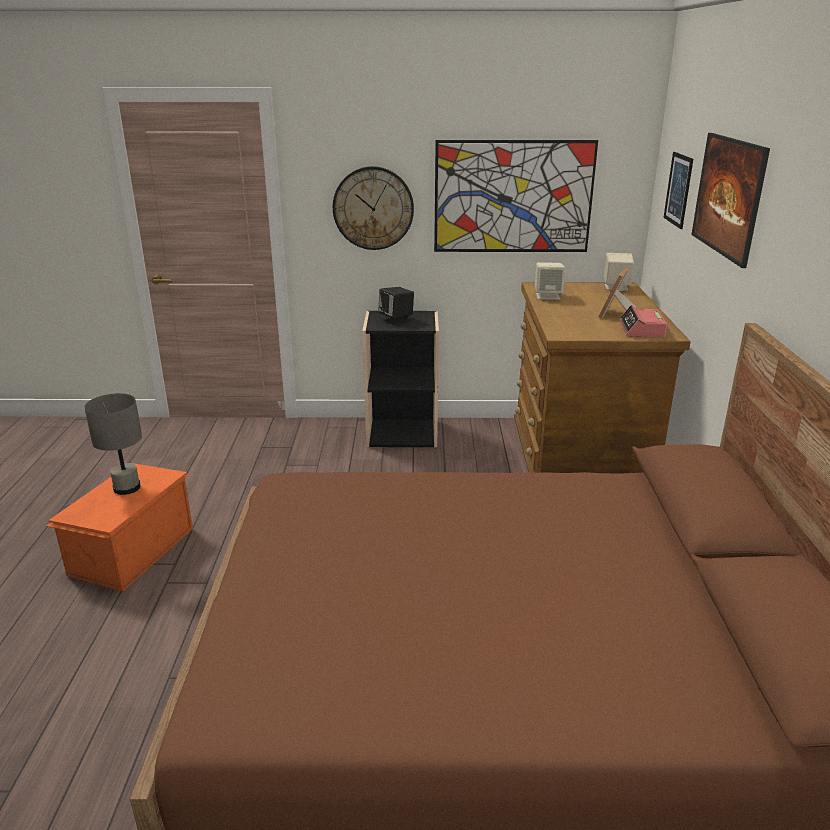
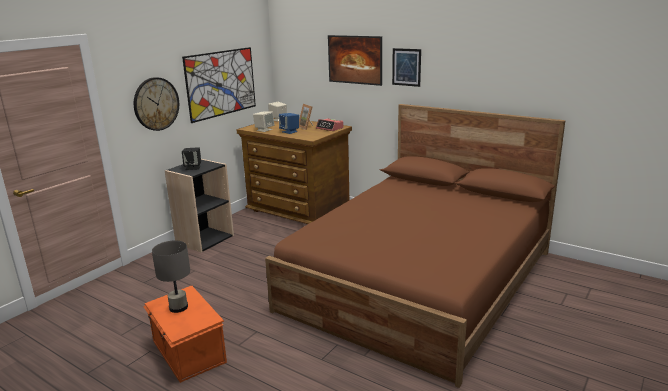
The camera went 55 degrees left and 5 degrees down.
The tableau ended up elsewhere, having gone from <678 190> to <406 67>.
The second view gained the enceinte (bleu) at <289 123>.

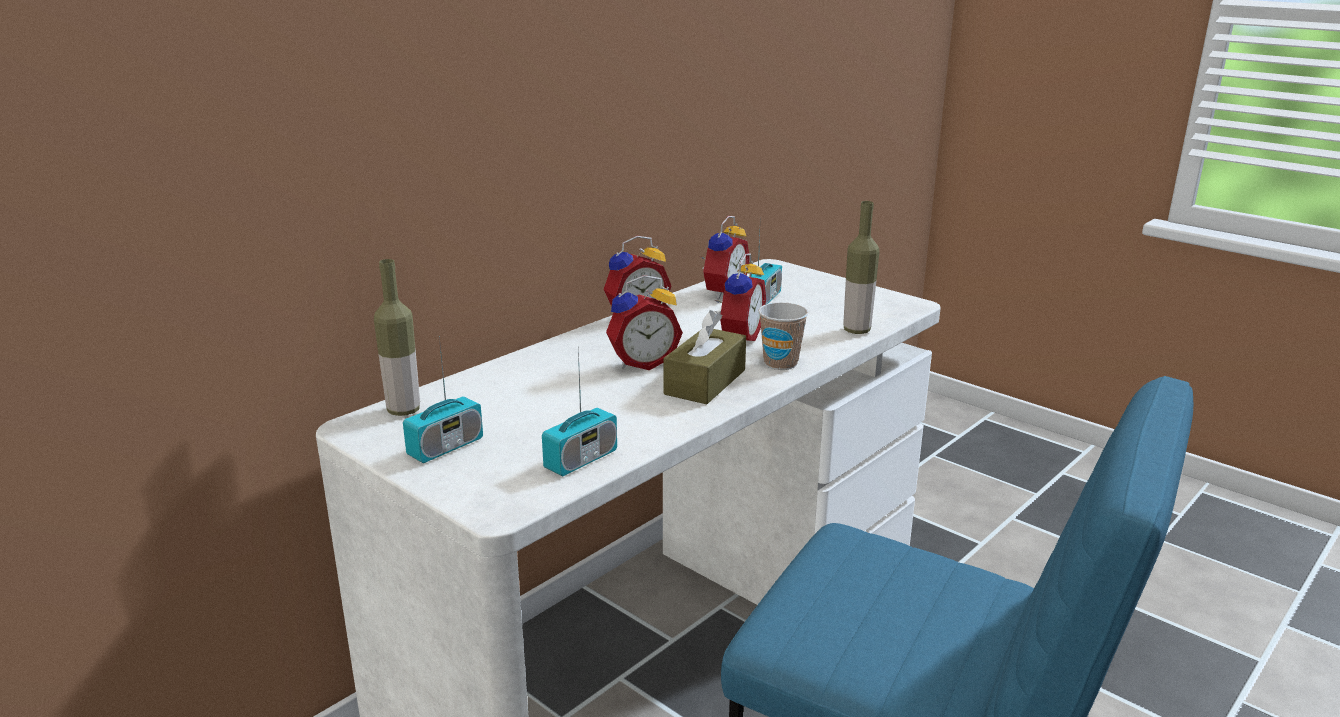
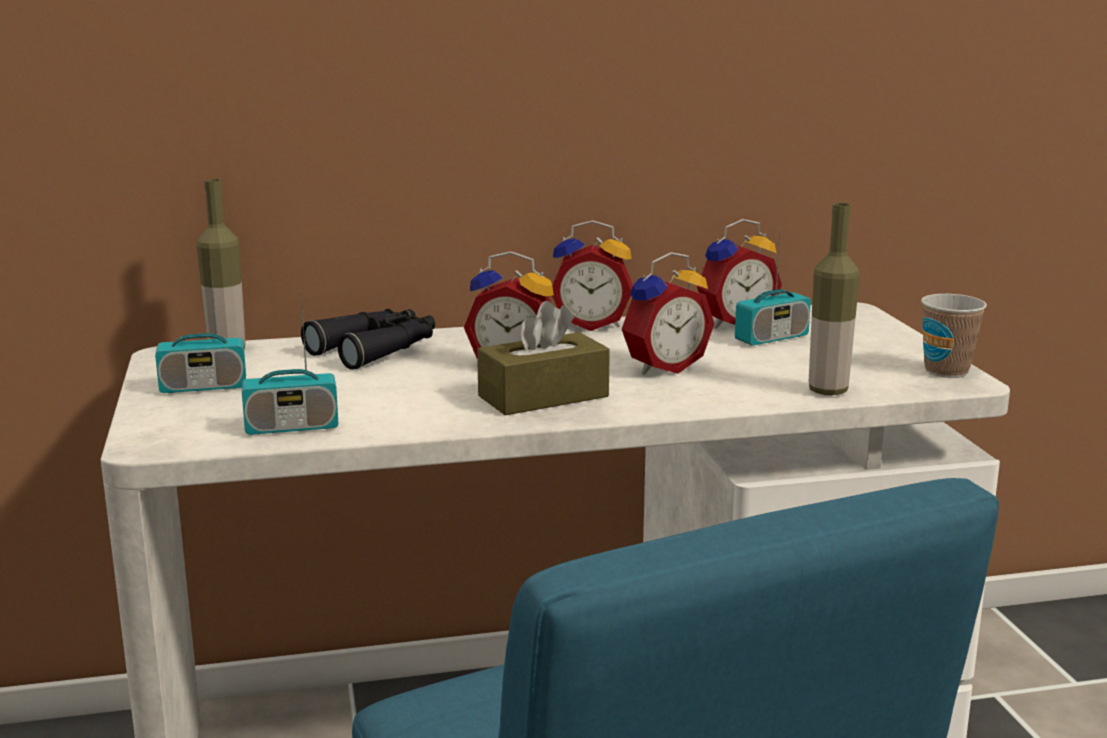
The camera went 35 degrees right and 5 degrees down.
The tasse ended up elsewhere, having gone from <783 336> to <954 336>.
The second view gained the jumelles (noir) at <368 339>.

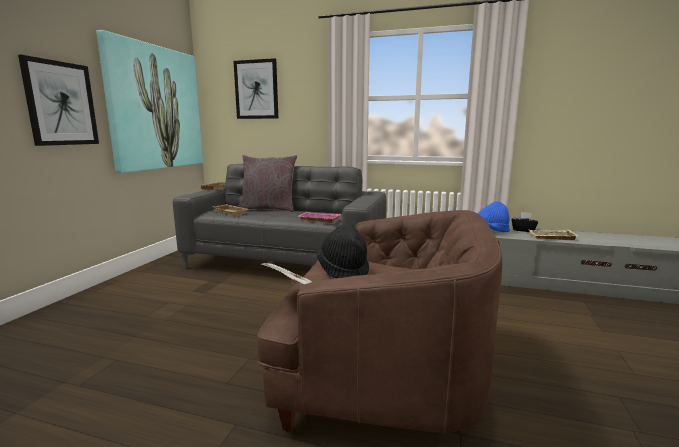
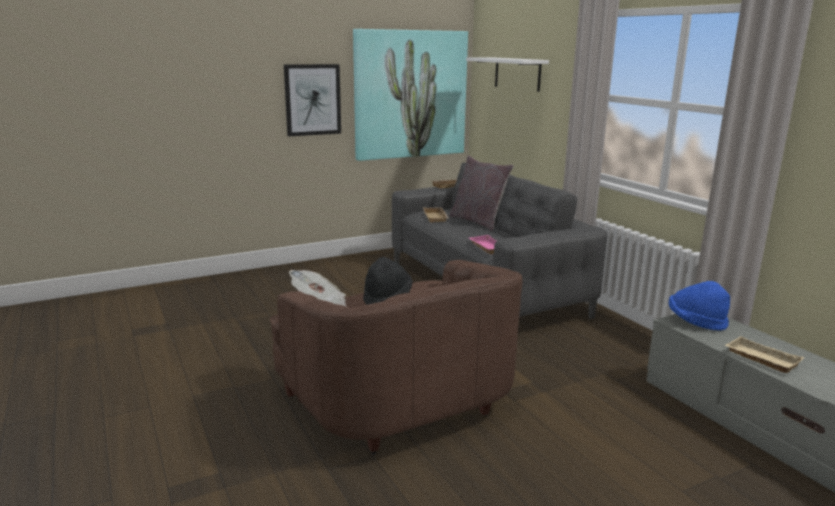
The camera went 45 degrees right and 5 degrees up.
Where the tableau hung at <255 88>, the étagère (blanc) came to hang at <507 74>.
The second view lost the boîte à mouchoirs (noir) at <525 222>.

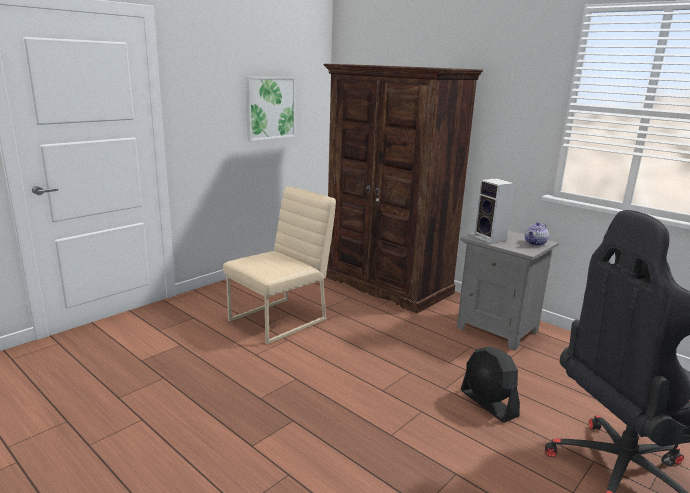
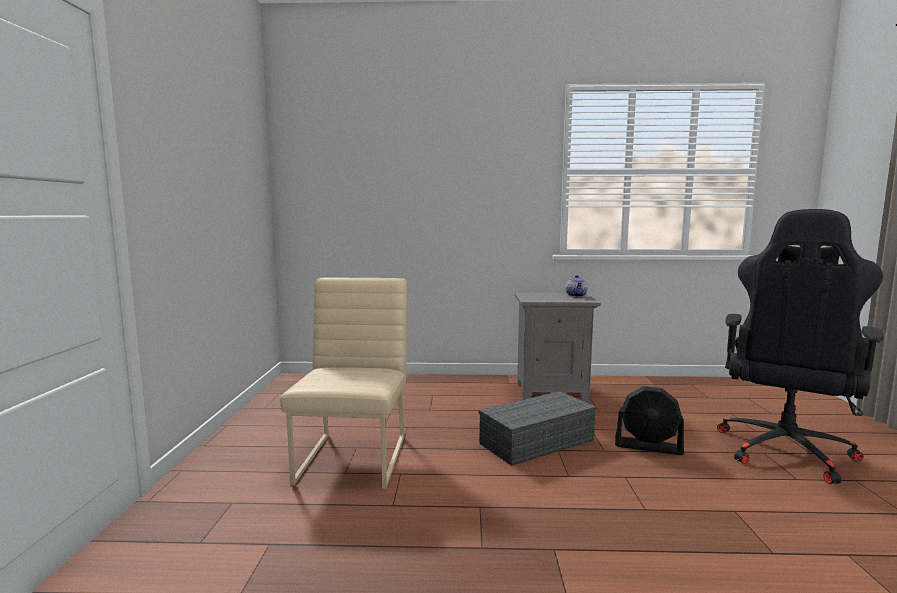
The camera went 40 degrees left and 10 degrees down.
The second view lost the armoire (marron) at <403 188>.
The second view lost the tableau at <271 109>.
The second view lost the enceinte at <494 211>.
The second view gained the boîte de rangement (gris) at <538 428>.

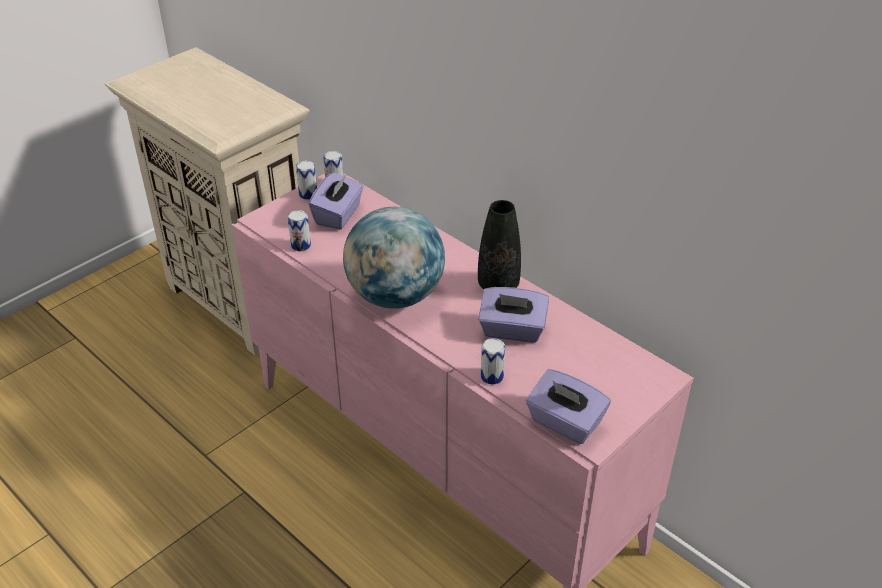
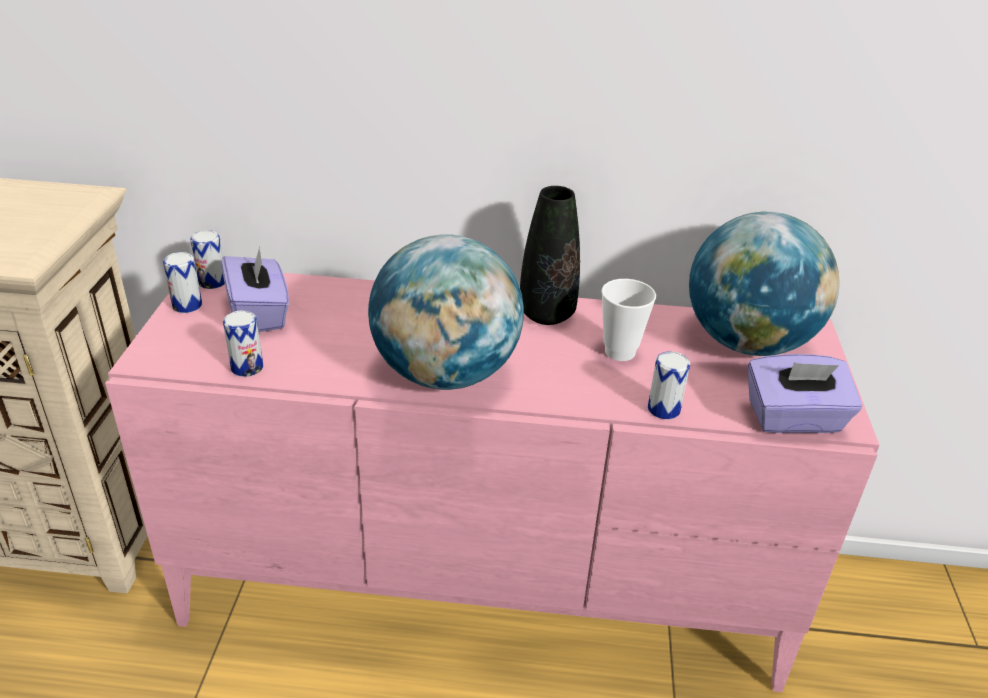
The camera went 40 degrees left and 5 degrees down.
Where the boîte à mouchoirs (violet) stood at <513 314>, the tasse came to stand at <628 320>.
The second view gained the globe at <764 284>.

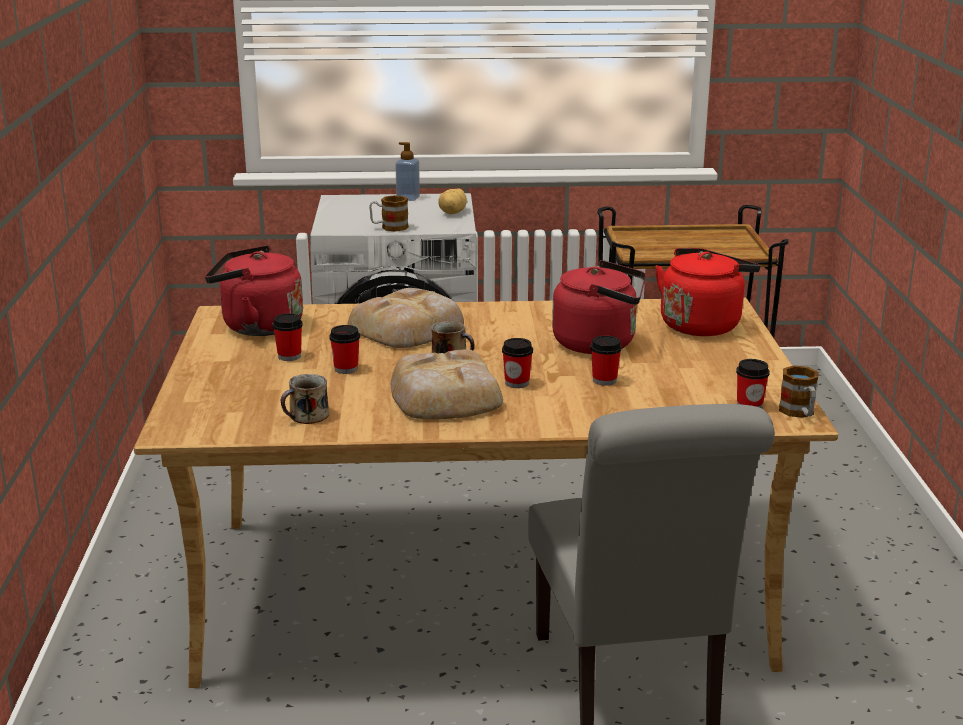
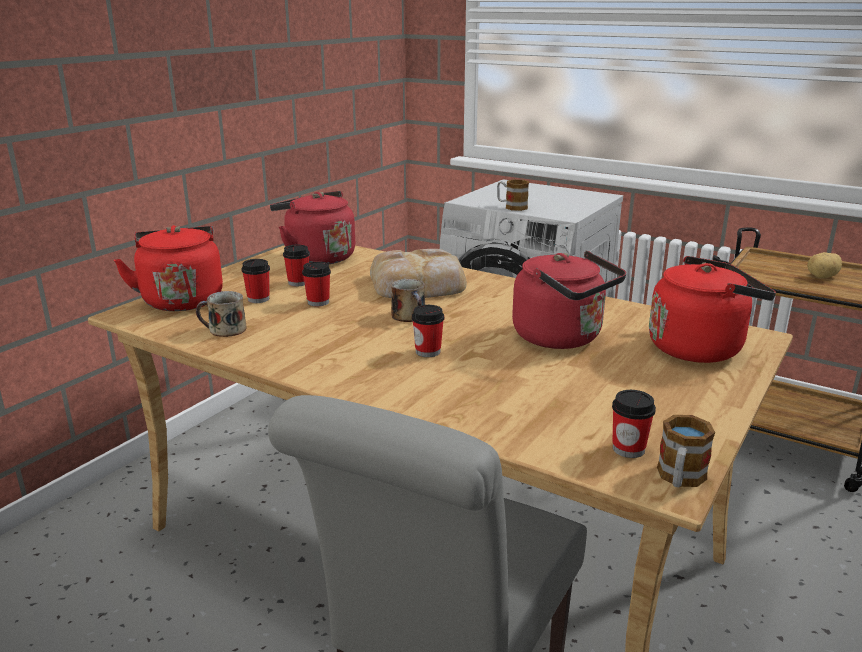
The camera went 35 degrees right and 0 degrees up.
The second view lost the distributeur de savon at <407 171>.
The pomme de terre ended up elsewhere, having gone from <452 201> to <824 265>.
The tasse ended up elsewhere, having gone from <606 360> to <255 281>.
The second view lost the pain at <447 384>.
The second view gained the bouilloire (rouge) at <168 268>.

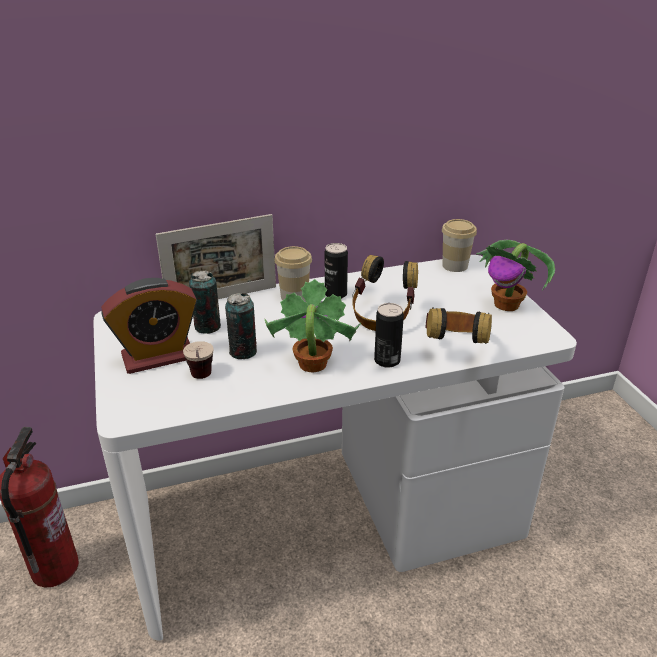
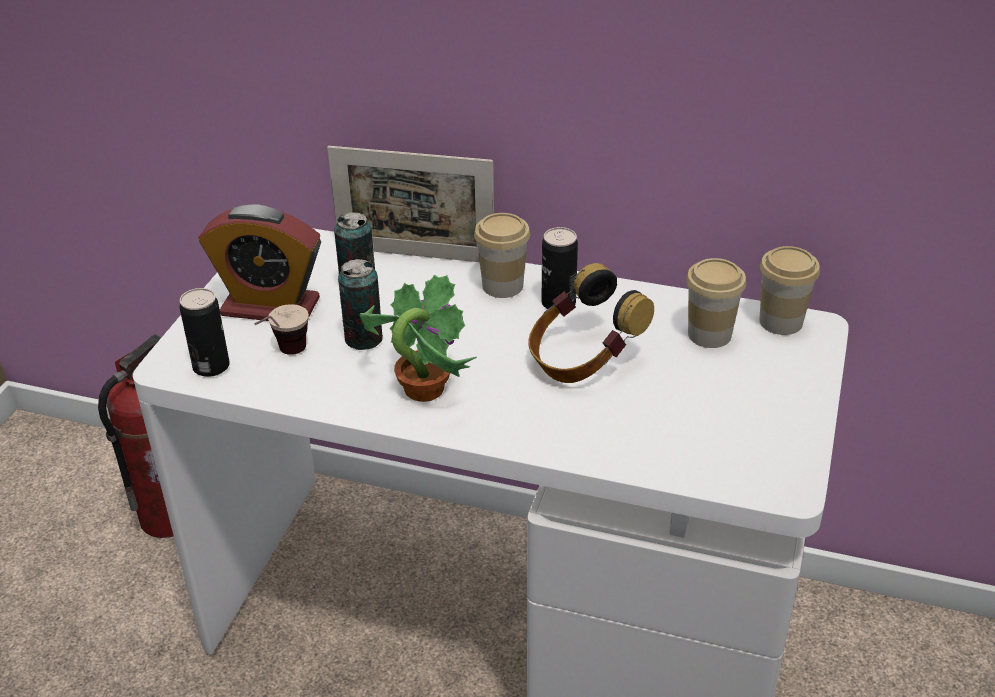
The camera went 35 degrees right and 5 degrees up.
The second view lost the plante en pot at <515 275>.
The boîte métallique ended up elsewhere, having gone from <389 335> to <205 332>.
The second view lost the casque audio at <458 325>.
The second view gained the tasse at <716 303>.

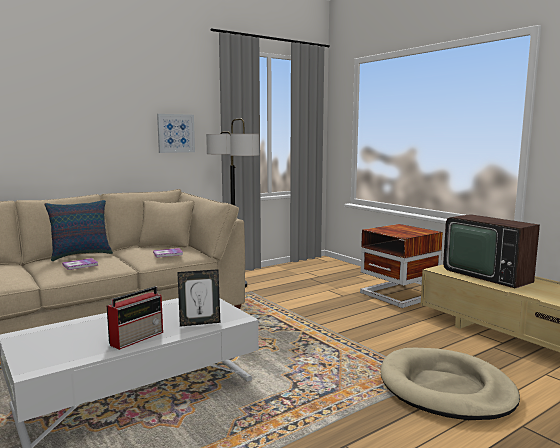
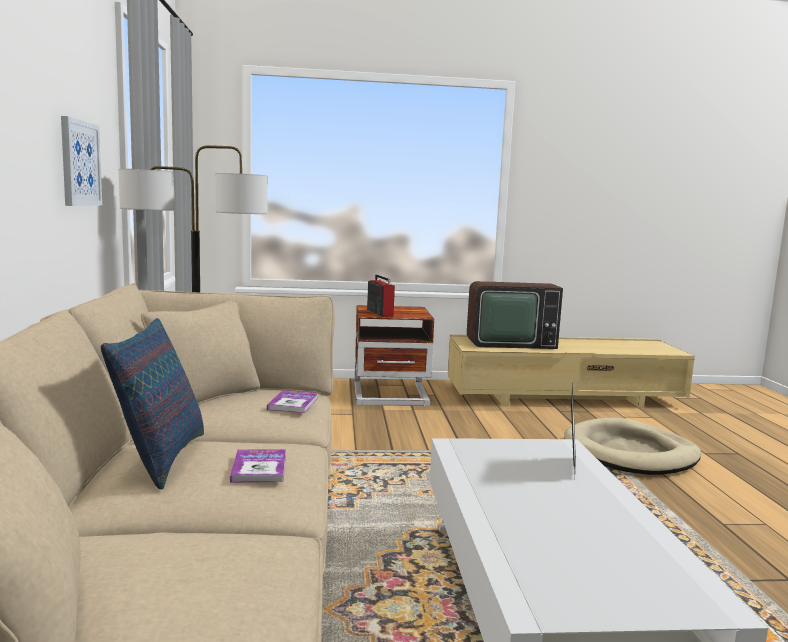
The camera went 60 degrees left and 0 degrees up.
The radio ended up elsewhere, having gone from <134 318> to <381 296>.

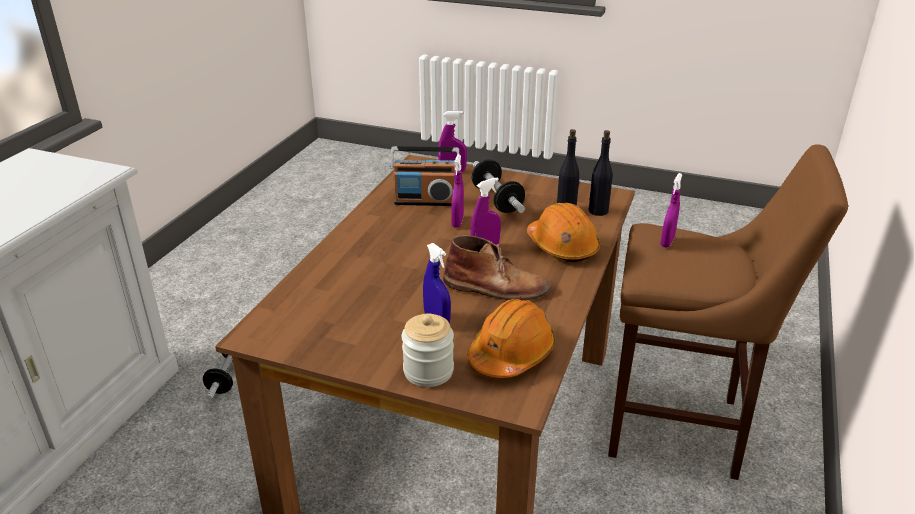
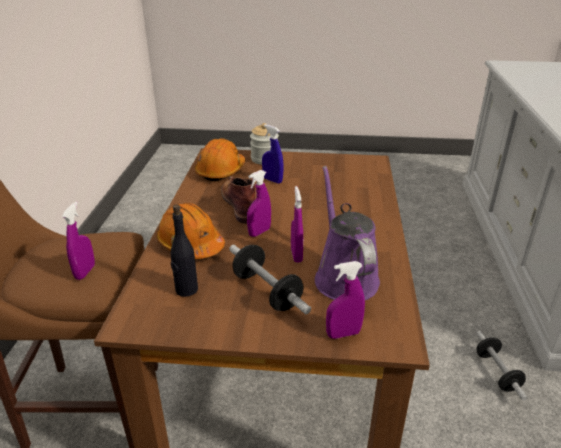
The camera went 165 degrees right and 0 degrees up.
The second view lost the bouteille (noir) at <601 173>.
Where the radio stood at <424 176>, the arrosoir (violet) came to stand at <347 233>.
The botte (marron) at <497 268> ended up facing another way, 75 degrees clockwise from before.

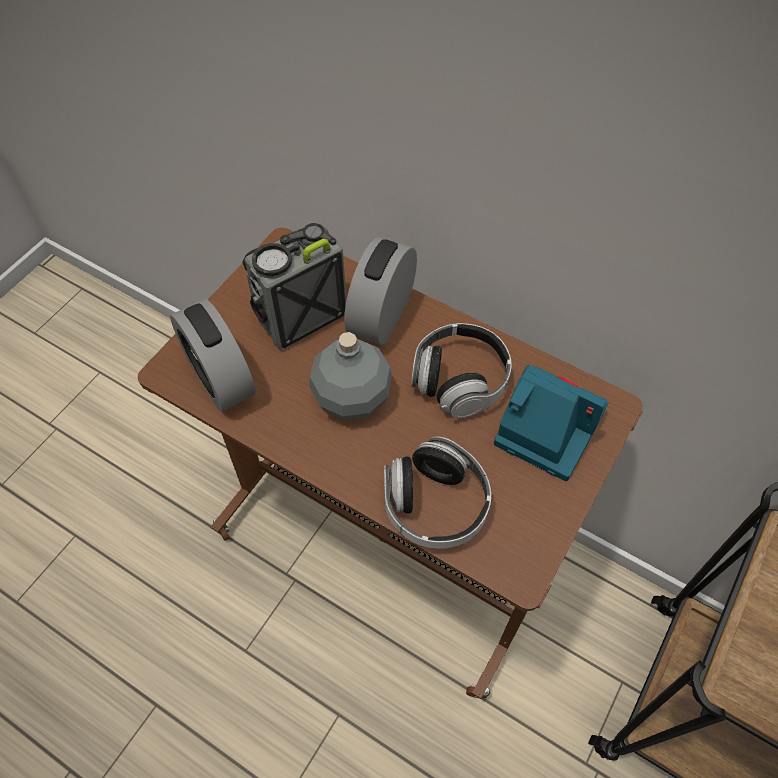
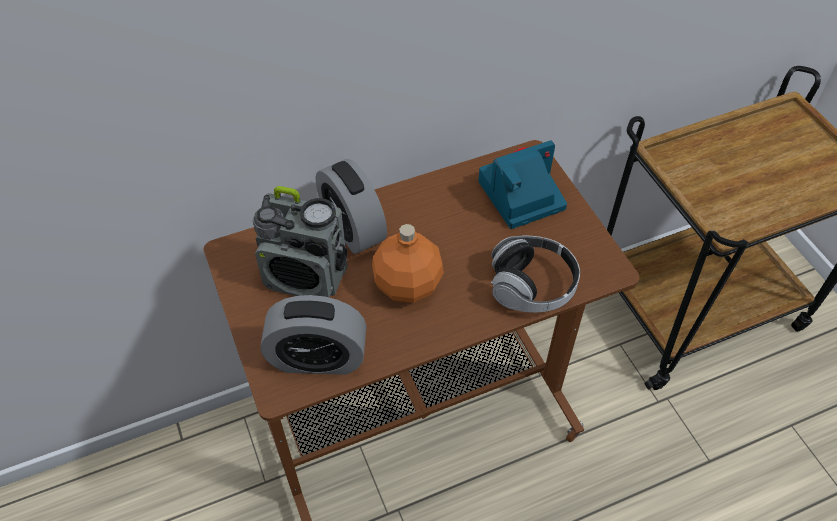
The camera went 55 degrees left and 5 degrees down.
The radio at <294 286> ended up facing another way, 75 degrees counterclockwise from before.
The second view lost the casque audio at <461 371>.
What was the bouteille (gris) at <350 376> turned into the bouteille (orange) at <408 263>.

